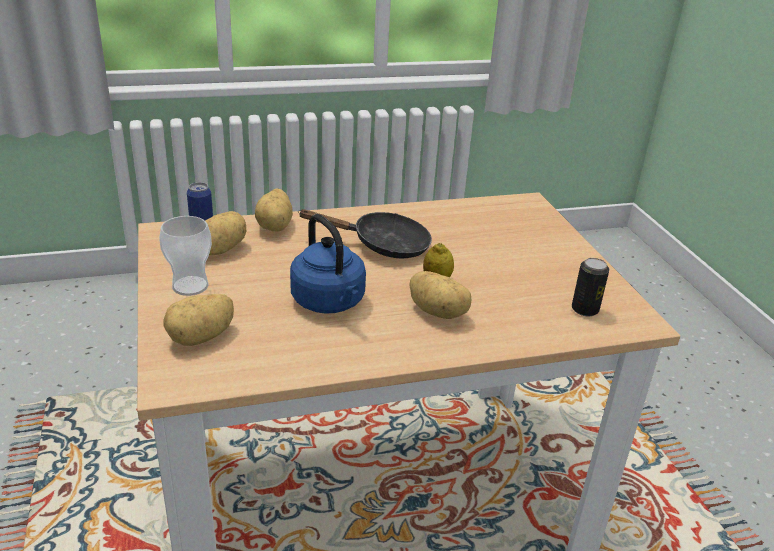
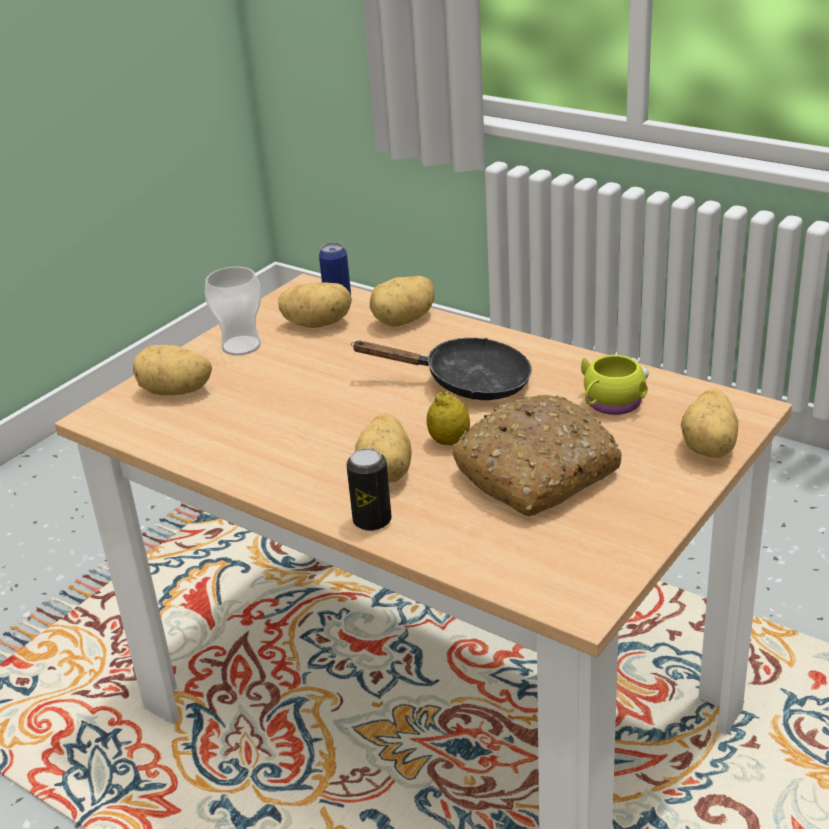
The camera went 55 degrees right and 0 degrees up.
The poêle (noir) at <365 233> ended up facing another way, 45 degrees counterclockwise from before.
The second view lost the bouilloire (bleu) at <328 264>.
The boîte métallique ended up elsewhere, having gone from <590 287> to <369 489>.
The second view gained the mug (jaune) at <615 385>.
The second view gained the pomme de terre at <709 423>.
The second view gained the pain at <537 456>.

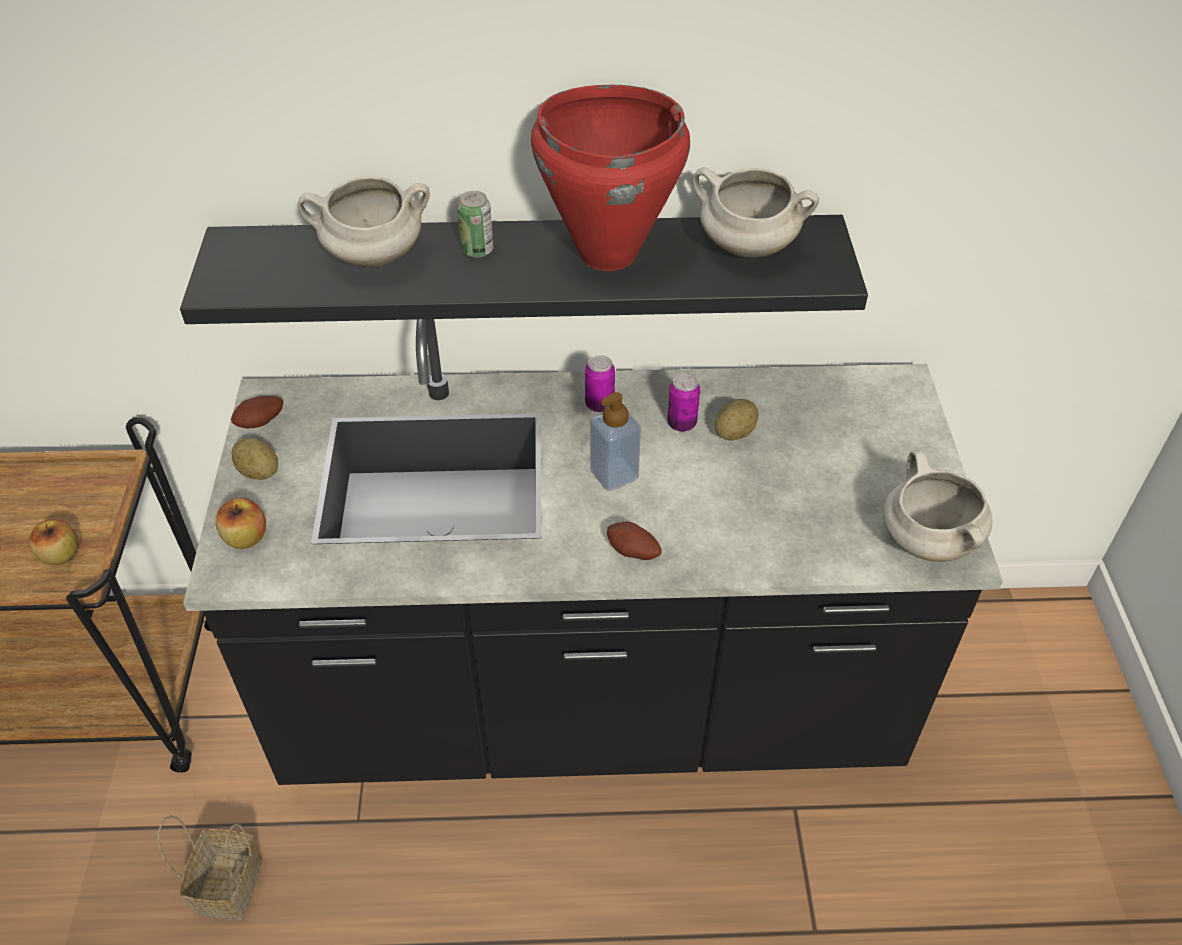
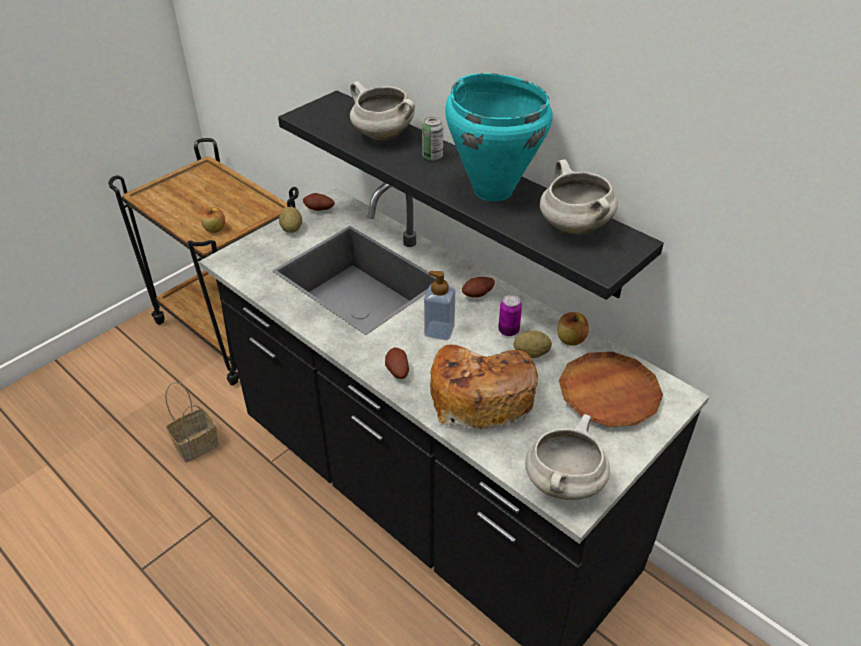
The camera went 45 degrees right and 5 degrees down.
What was the marmite (rouge) at <610 178> turned into the marmite (turquoise) at <499 137>.
Where the boîte métallique stood at <600 383>, the pomme de terre came to stand at <478 287>.
The pomme ended up elsewhere, having gone from <240 523> to <573 329>.
The second view gained the pain at <484 388>.
The second view gained the assiette (marron) at <611 389>.

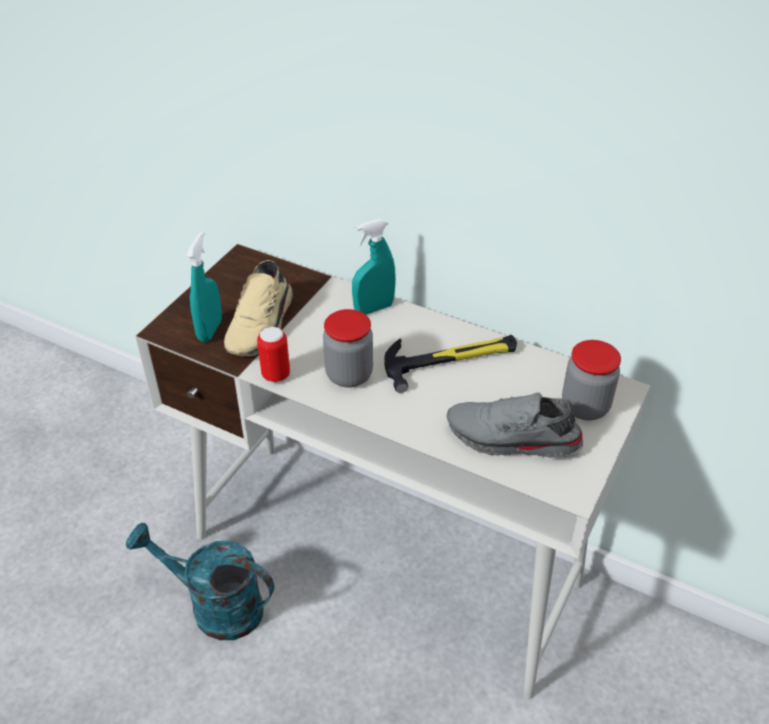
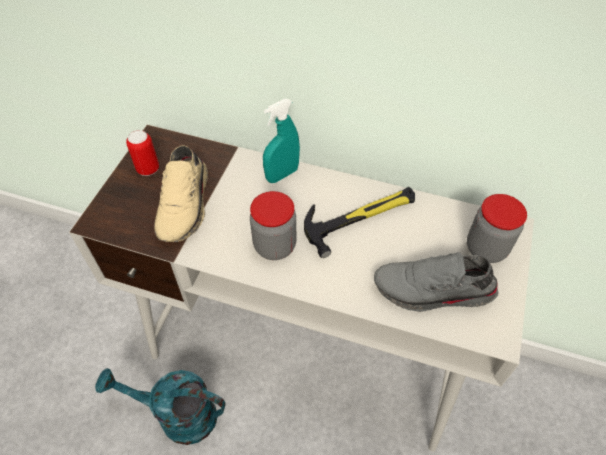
The camera went 10 degrees left and 10 degrees up.
The second view lost the vaporisateur (turquoise) at <204 287>.
The boîte métallique ended up elsewhere, having gone from <273 355> to <142 153>.

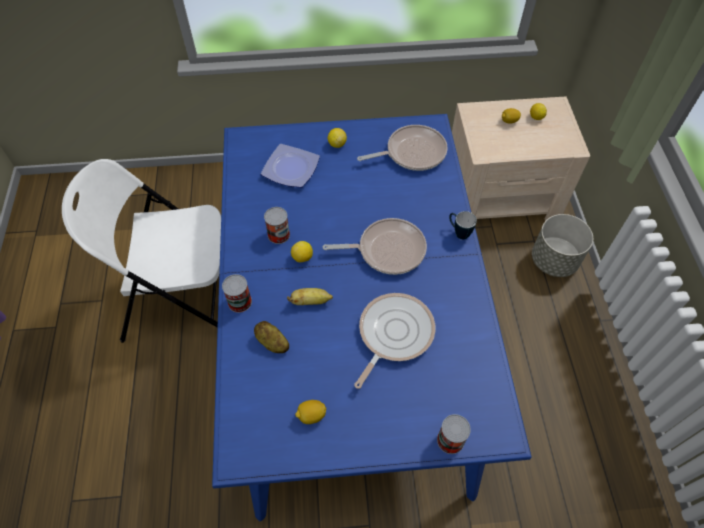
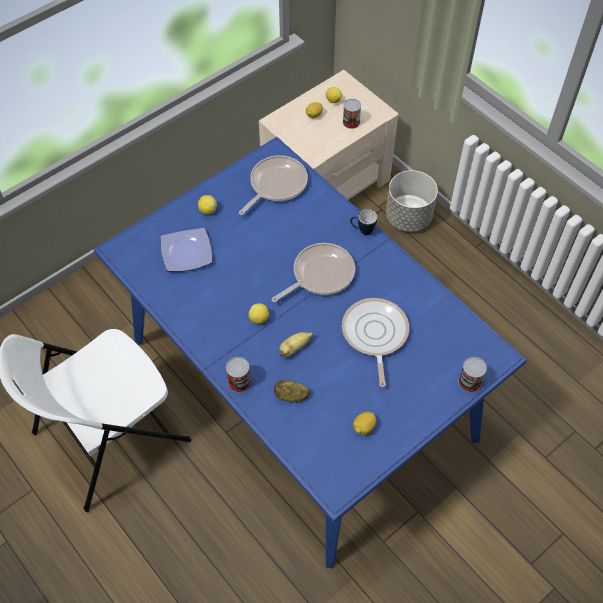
The camera went 35 degrees left and 0 degrees up.
The boîte métallique ended up elsewhere, having gone from <277 225> to <352 114>.

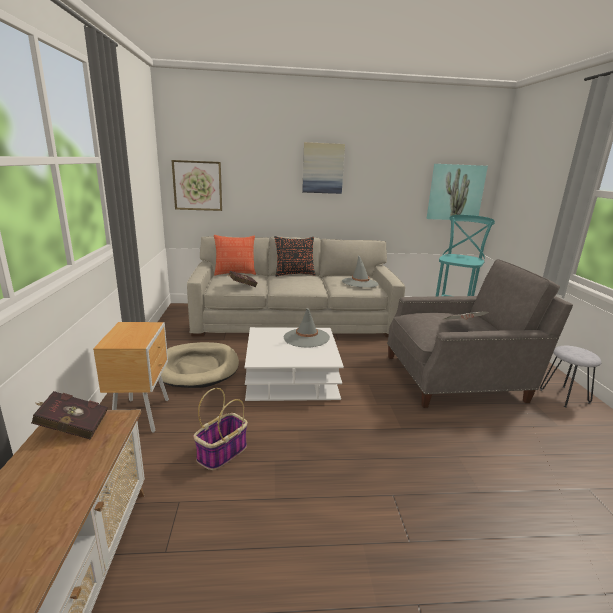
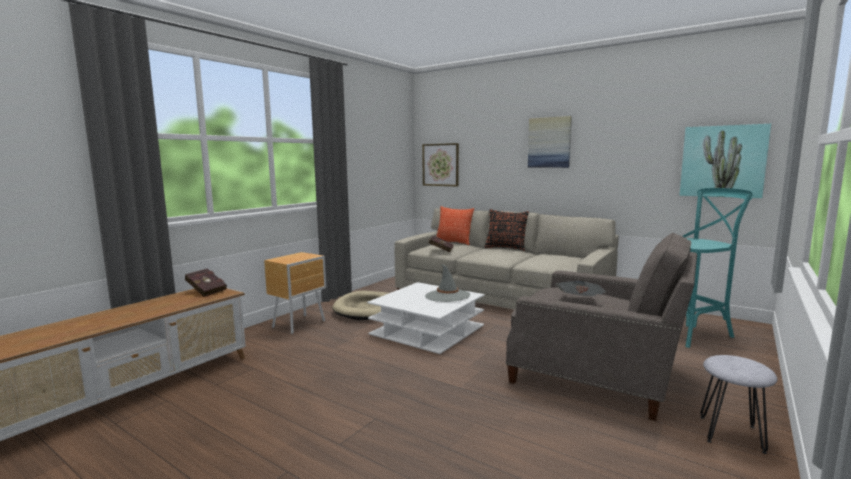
The camera went 40 degrees right and 10 degrees down.
The second view lost the chapeau (gris) at <360 271>.
The second view lost the panier at <221 429>.

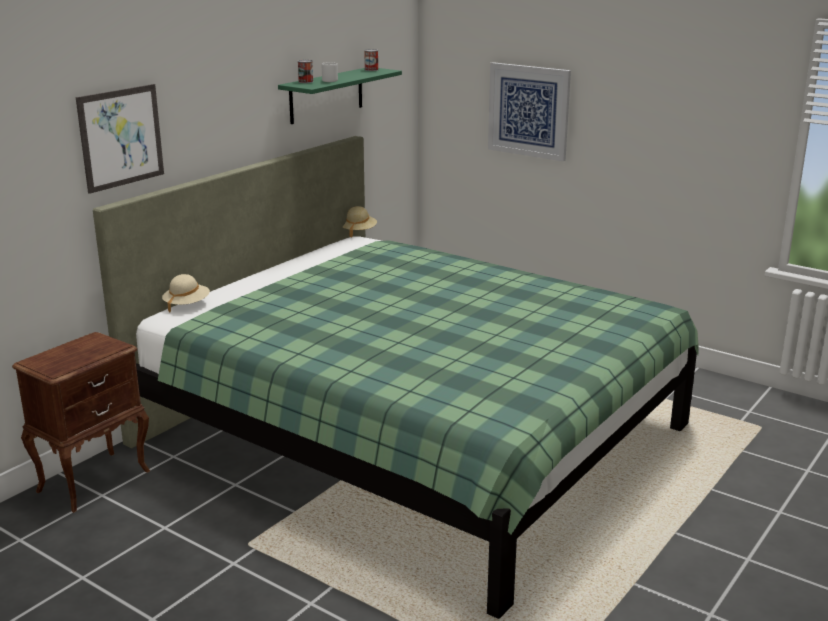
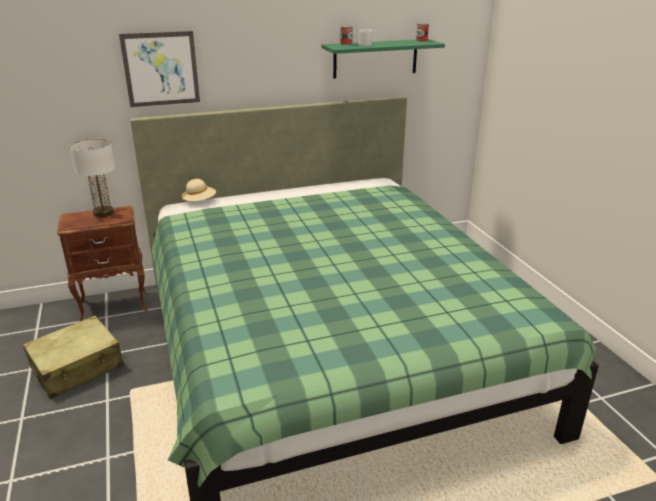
The camera went 35 degrees right and 5 degrees up.
The second view lost the tableau at <529 111>.
The second view lost the chapeau (beige) at <359 222>.
The second view gained the lampe de table at <92 178>.
The second view gained the valise (beige) at <73 357>.

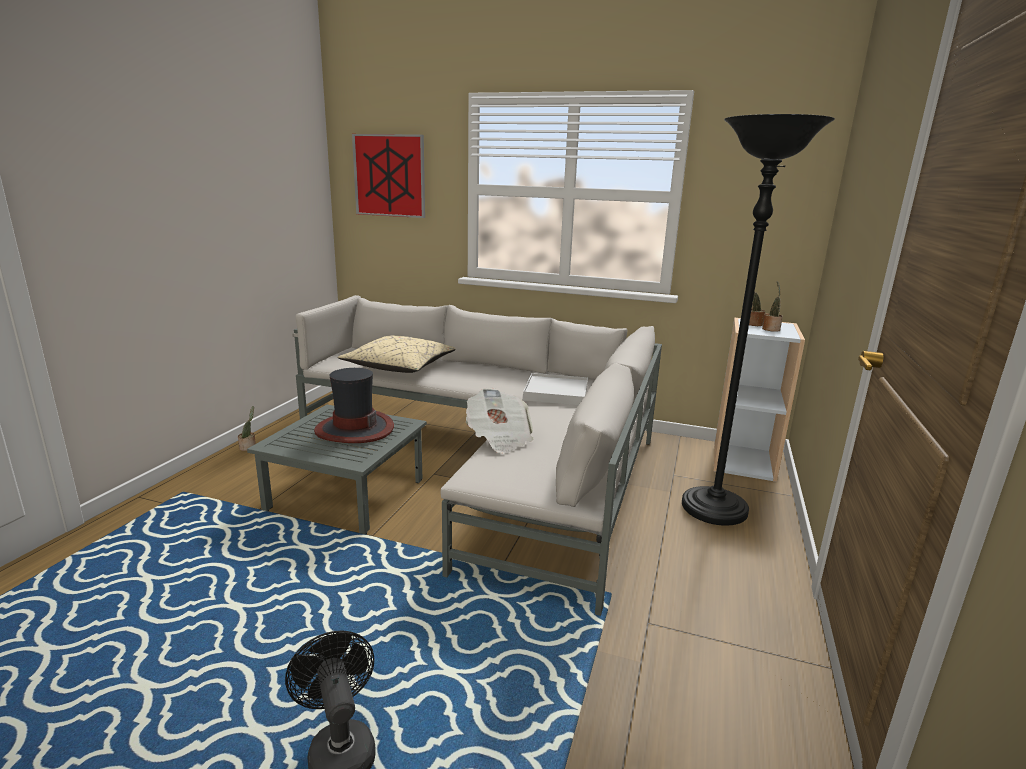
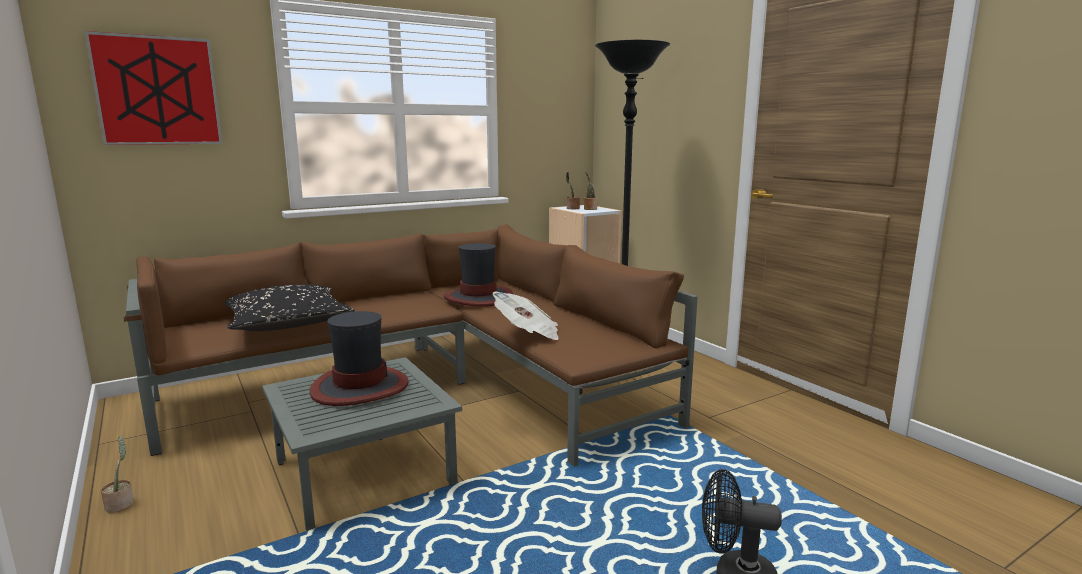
The camera went 50 degrees left and 5 degrees down.
What was the canapé (blanc) at <454 455> turned into the canapé (marron) at <411 377>.
What was the coussin (beige) at <397 354> turned into the coussin (noir) at <289 307>.
Where the plateau (blanc) stood at <555 389>, the chapeau came to stand at <478 275>.

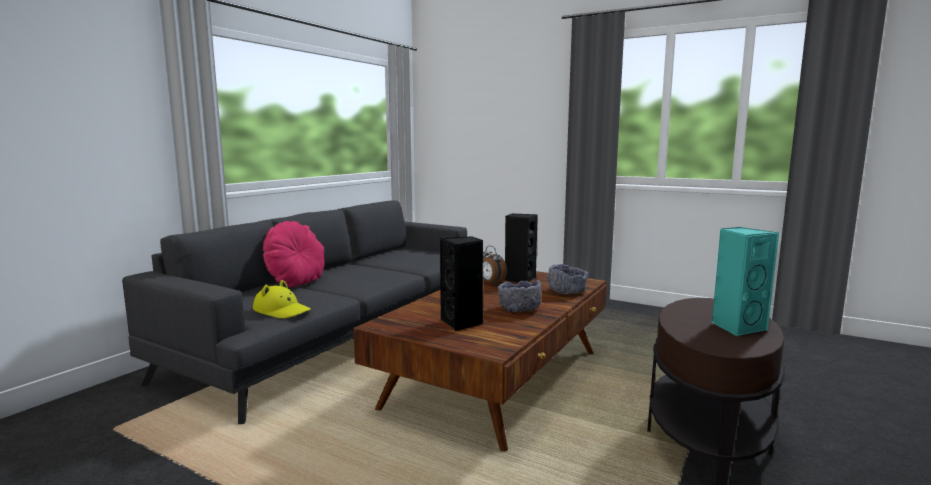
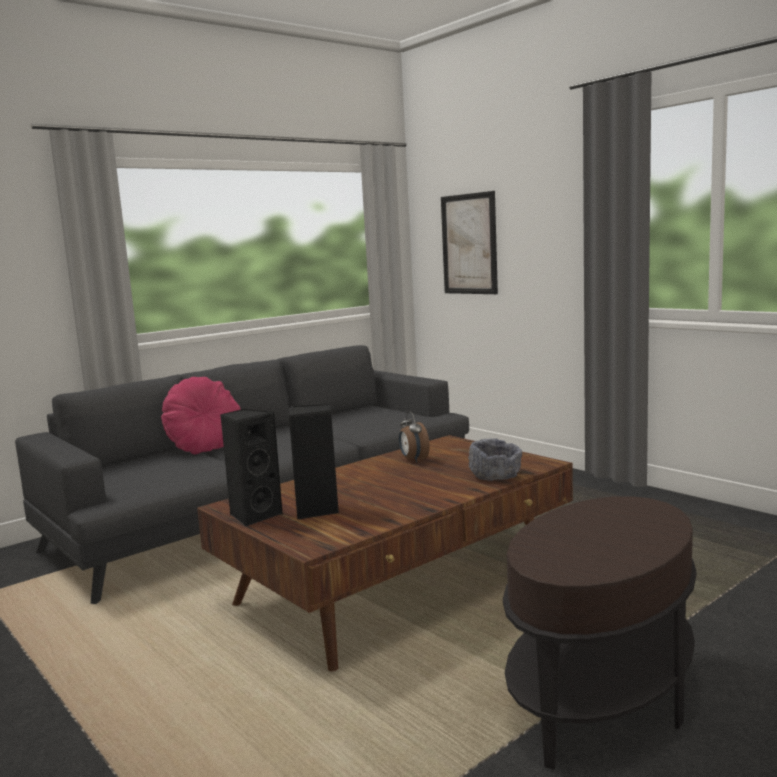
The camera went 20 degrees right and 0 degrees up.
The enceinte (noir) ended up elsewhere, having gone from <521 248> to <251 468>.
The second view lost the enceinte (turquoise) at <745 281>.
The second view lost the chapeau (jaune) at <282 299>.
The second view lost the bol (gris) at <519 296>.
The second view gained the tableau at <469 242>.

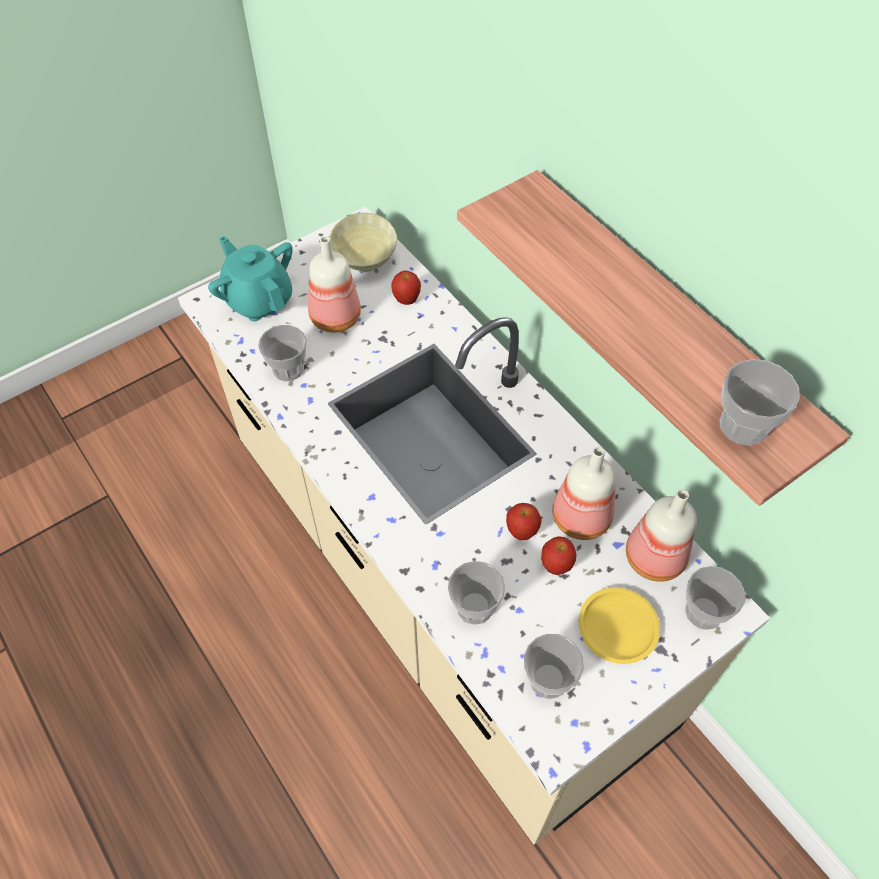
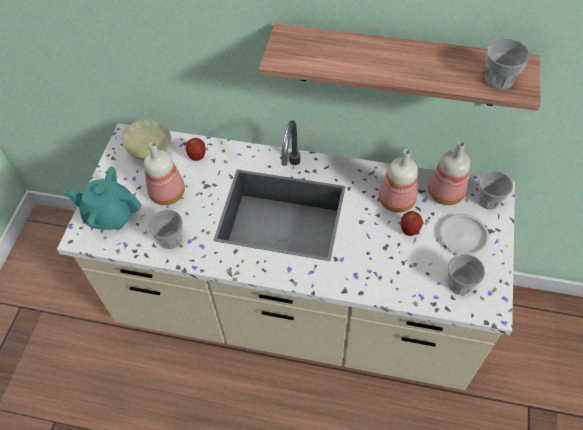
The camera went 40 degrees left and 0 degrees up.
The second view lost the pomme at <524 522>.
The second view lost the tasse at <476 593>.
What was the assiette (jaune) at <619 625> turned into the assiette (blanc) at <464 234>.

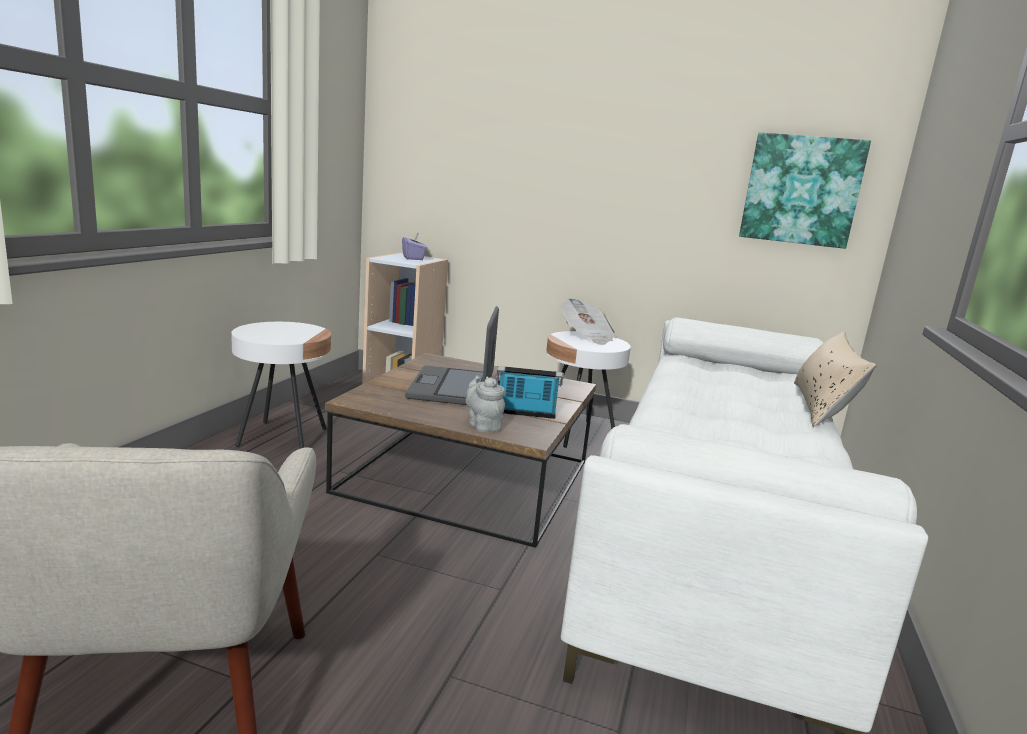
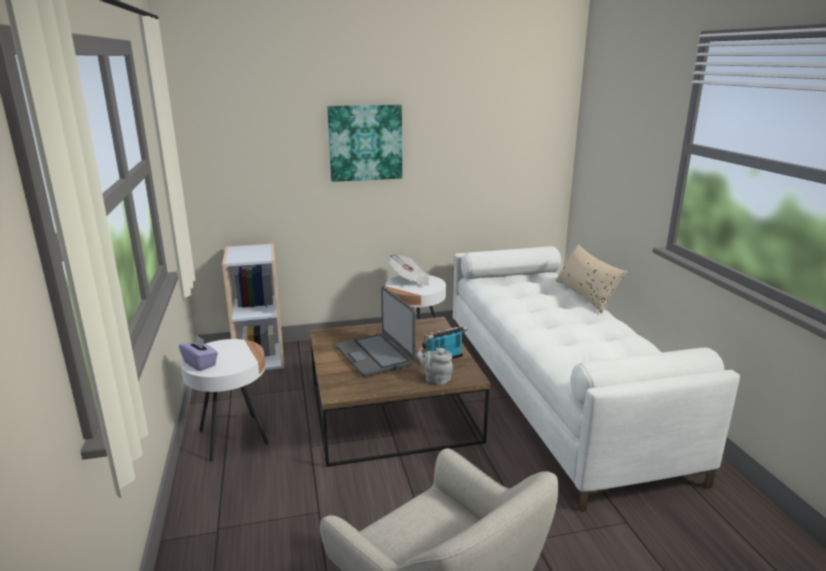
The camera went 30 degrees left and 5 degrees up.
The tableau ended up elsewhere, having gone from <805 190> to <364 143>.
The boîte à mouchoirs (violet) ended up elsewhere, having gone from <414 246> to <198 353>.

